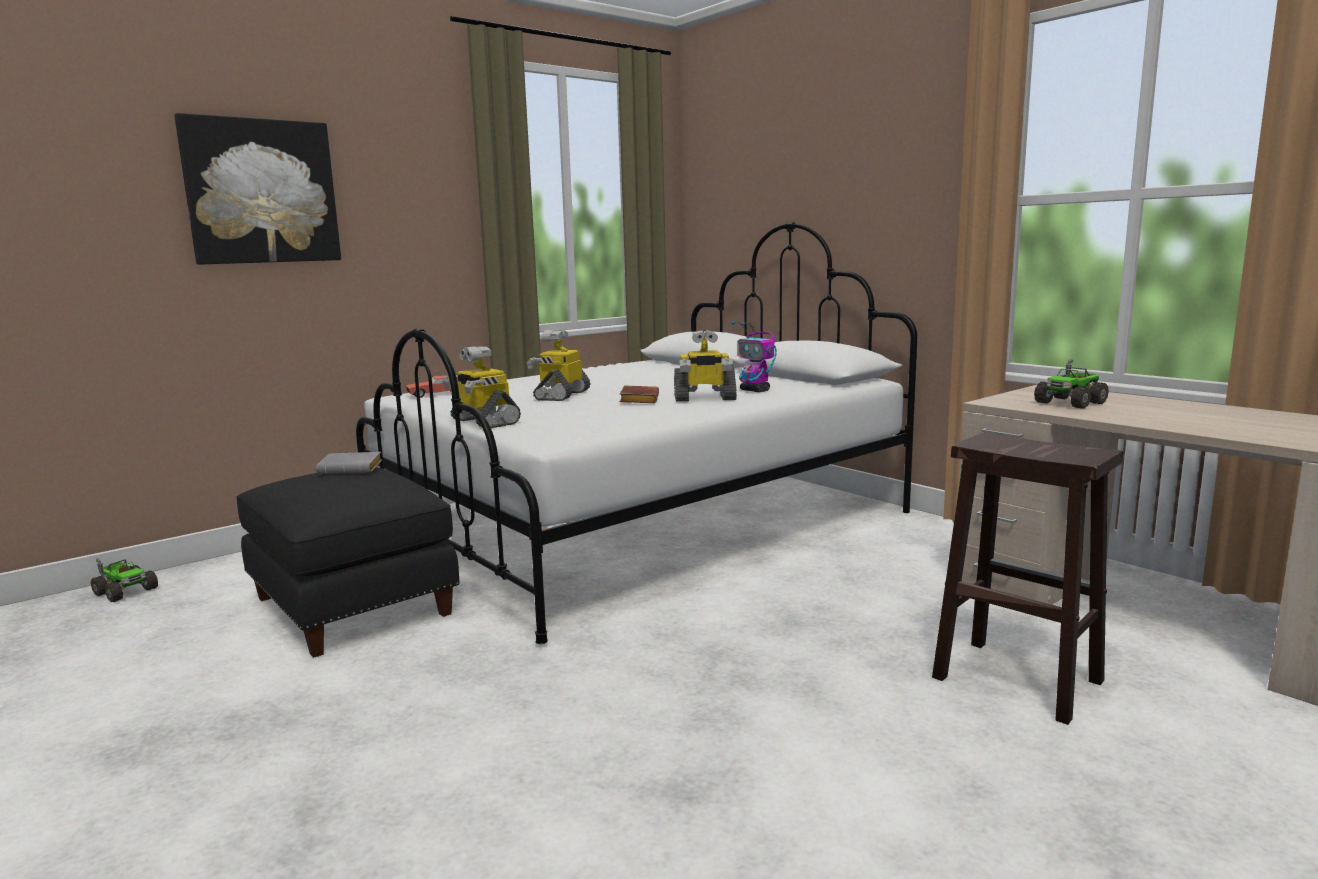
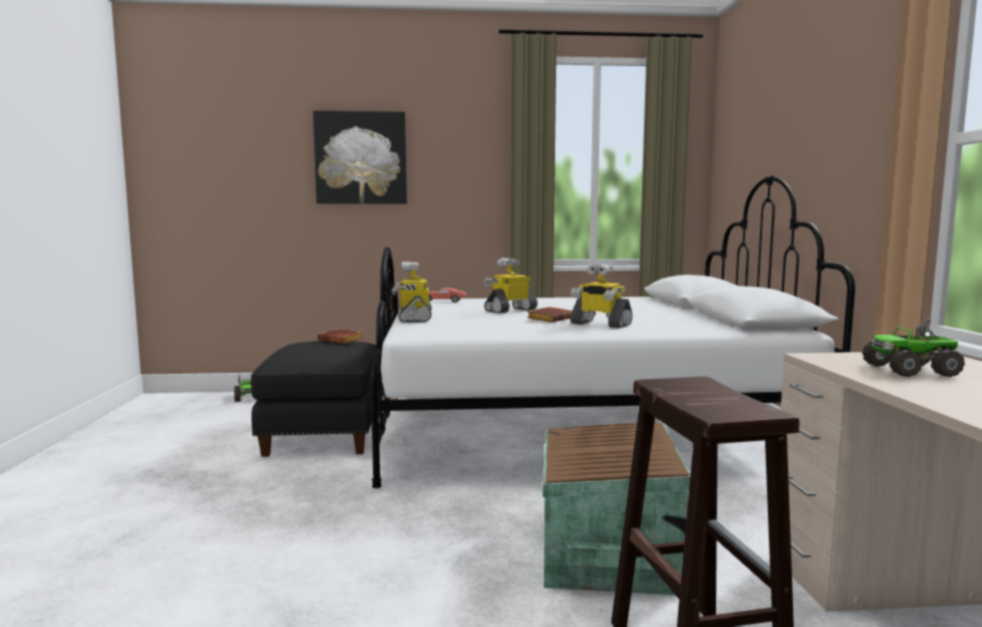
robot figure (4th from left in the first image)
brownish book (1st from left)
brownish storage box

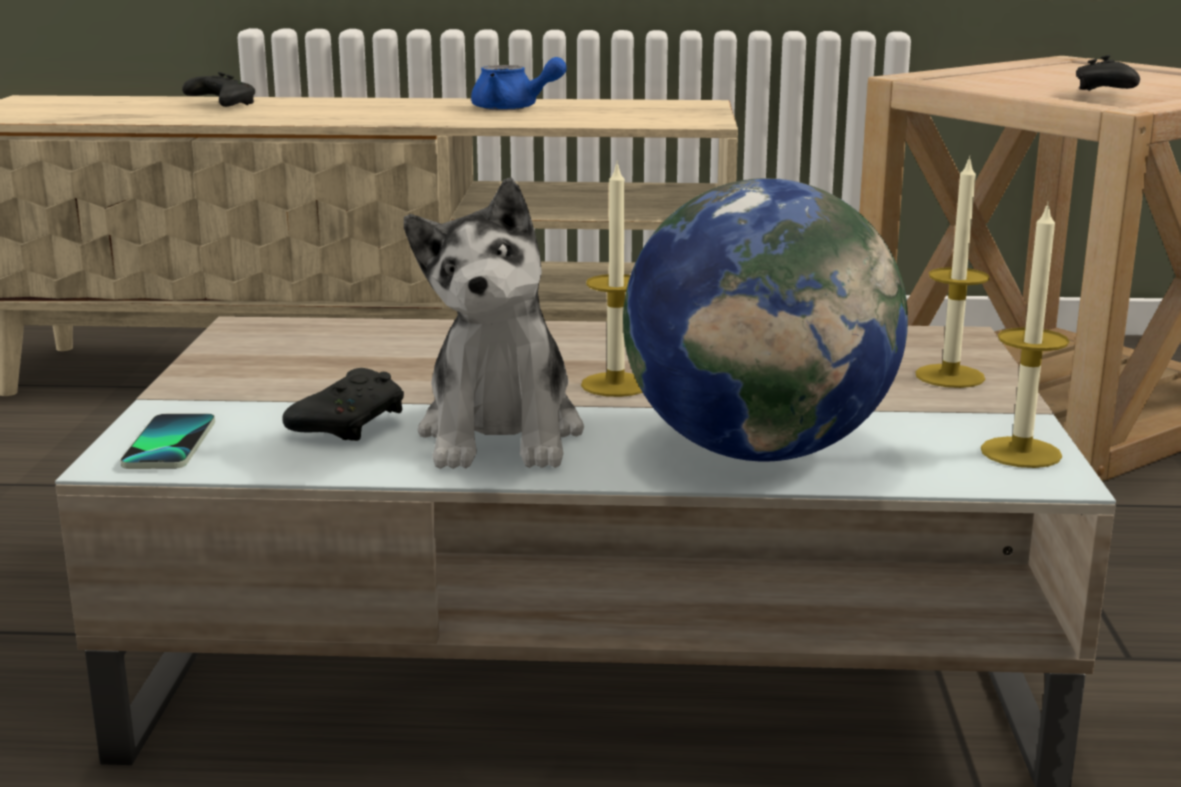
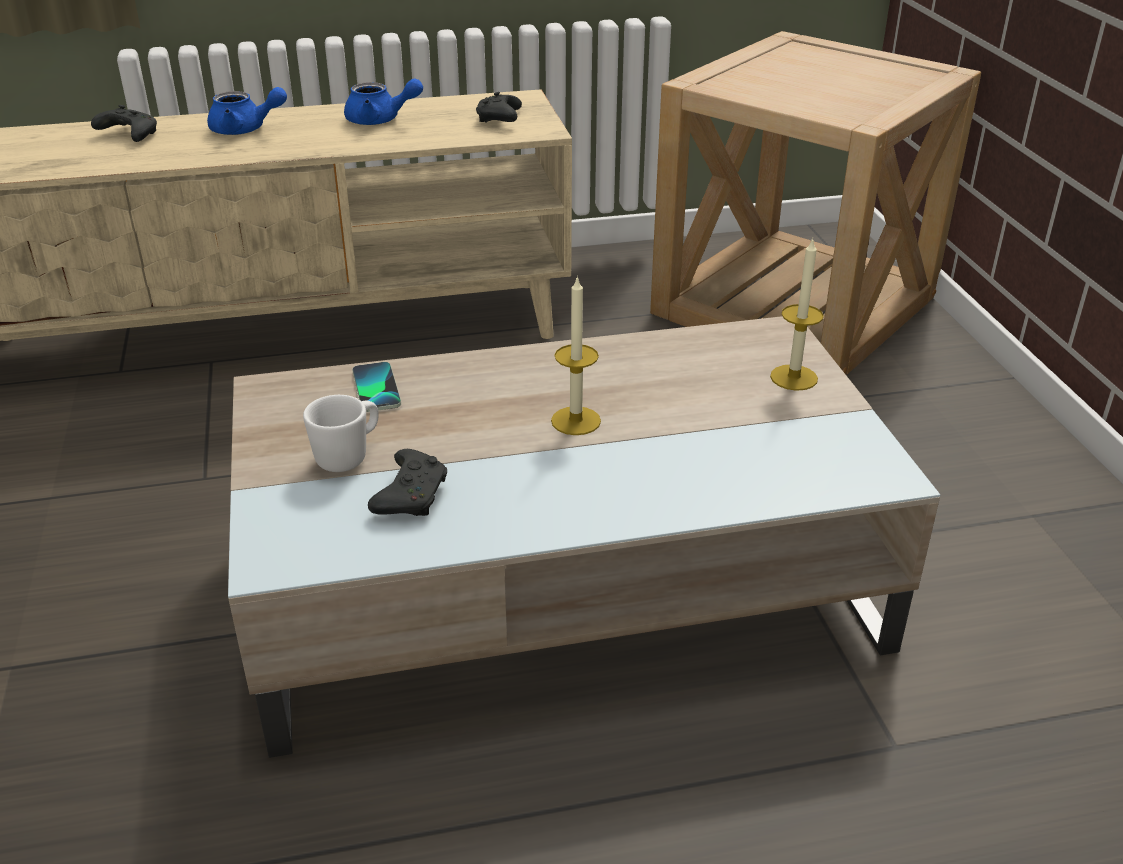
black game controller (3rd from left)
cuddly toy
desk globe
wax candle (3rd from left in the first image)
handset
bluish teapot (1st from left)
whitish tea mug

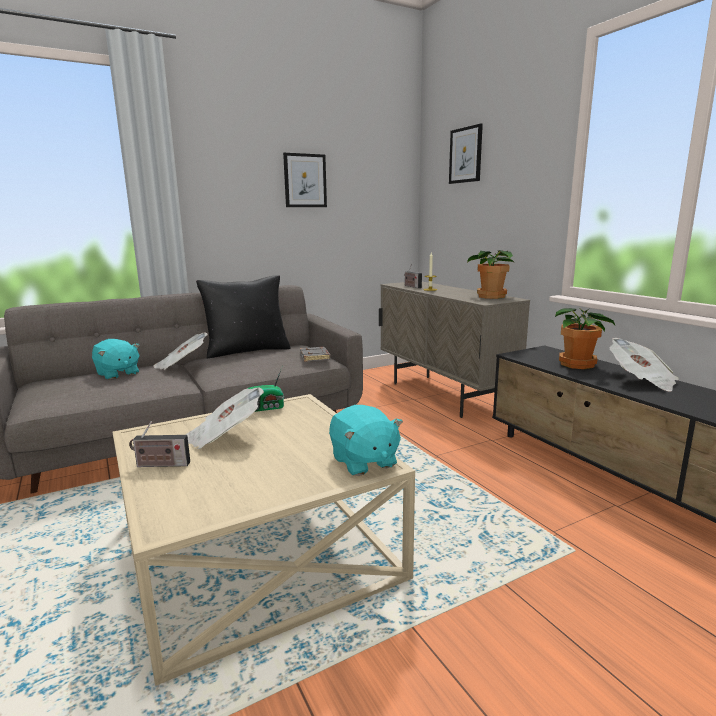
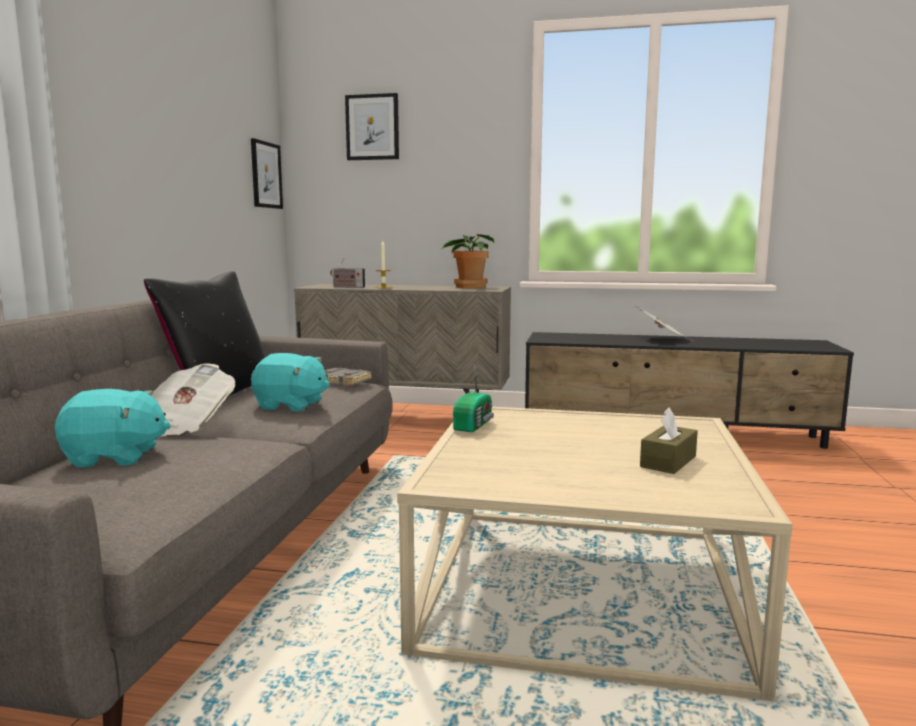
wall art (1st from left)
houseplant (2nd from left in the first image)
newspaper (2nd from left in the first image)
turquoise-coloured cuddly toy (2nd from left)
radio set (1st from left in the first image)
brownish tissue holder

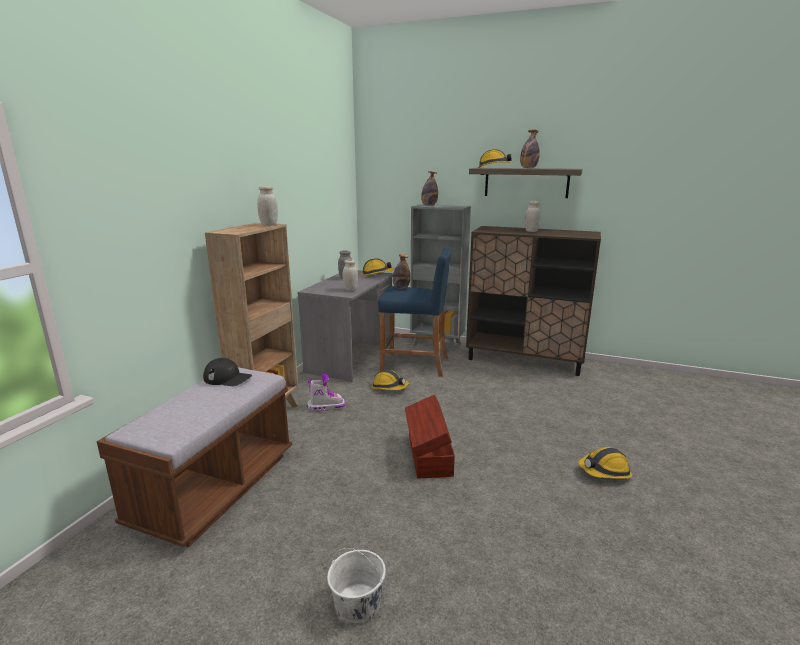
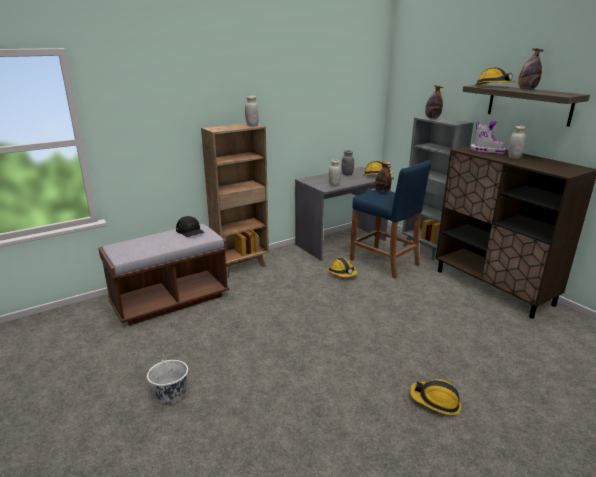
boot
brownish storage box

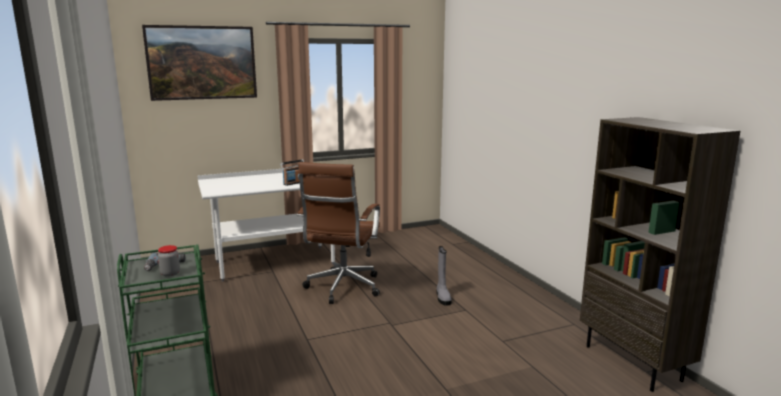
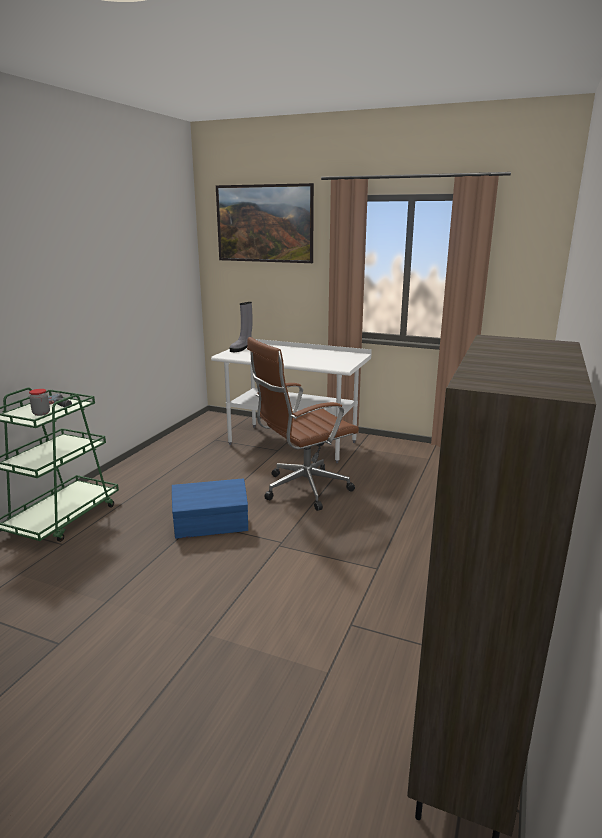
radio set
grey boot
bluish storage box

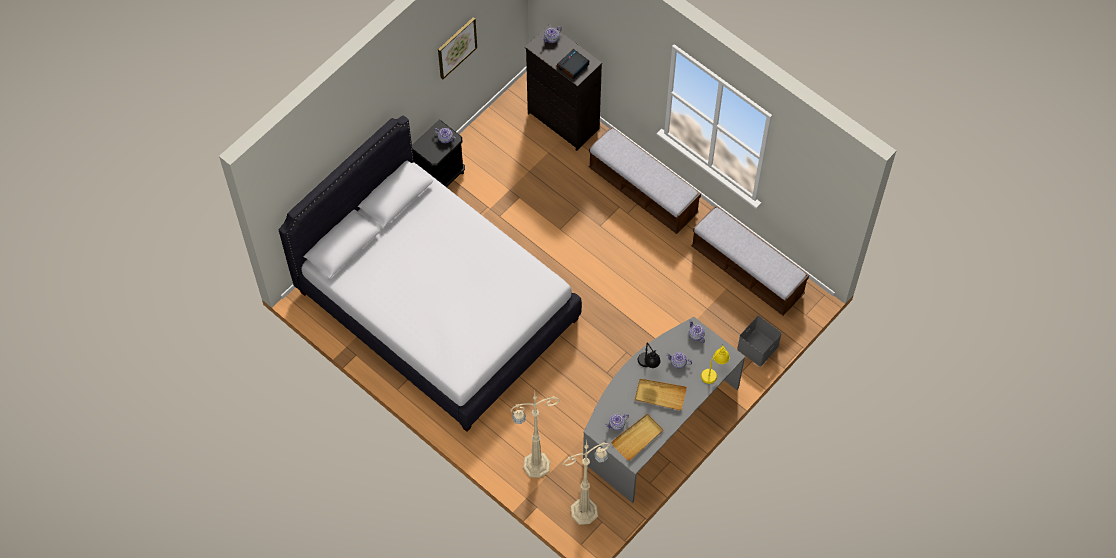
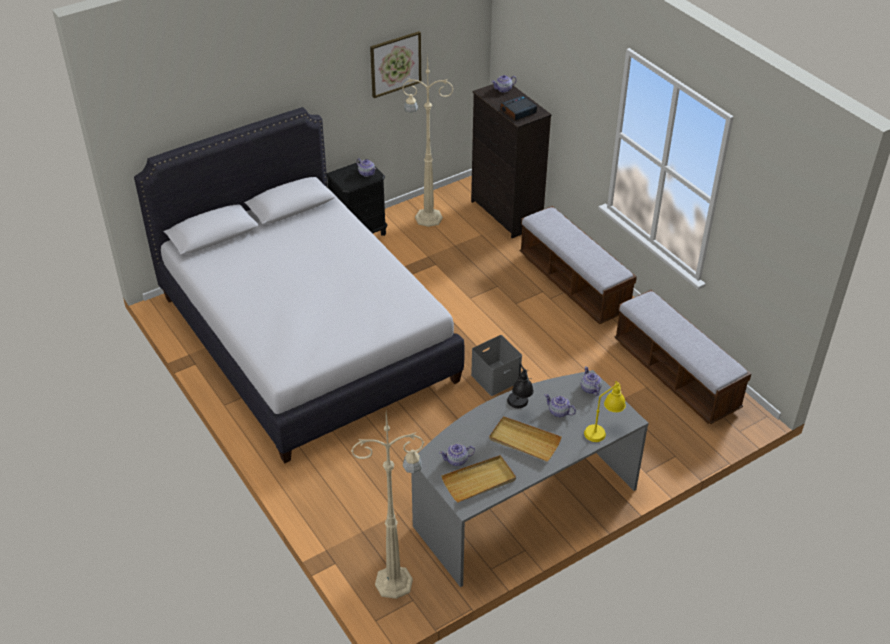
grey storage box
sand-coloured standing lamp (2nd from left)

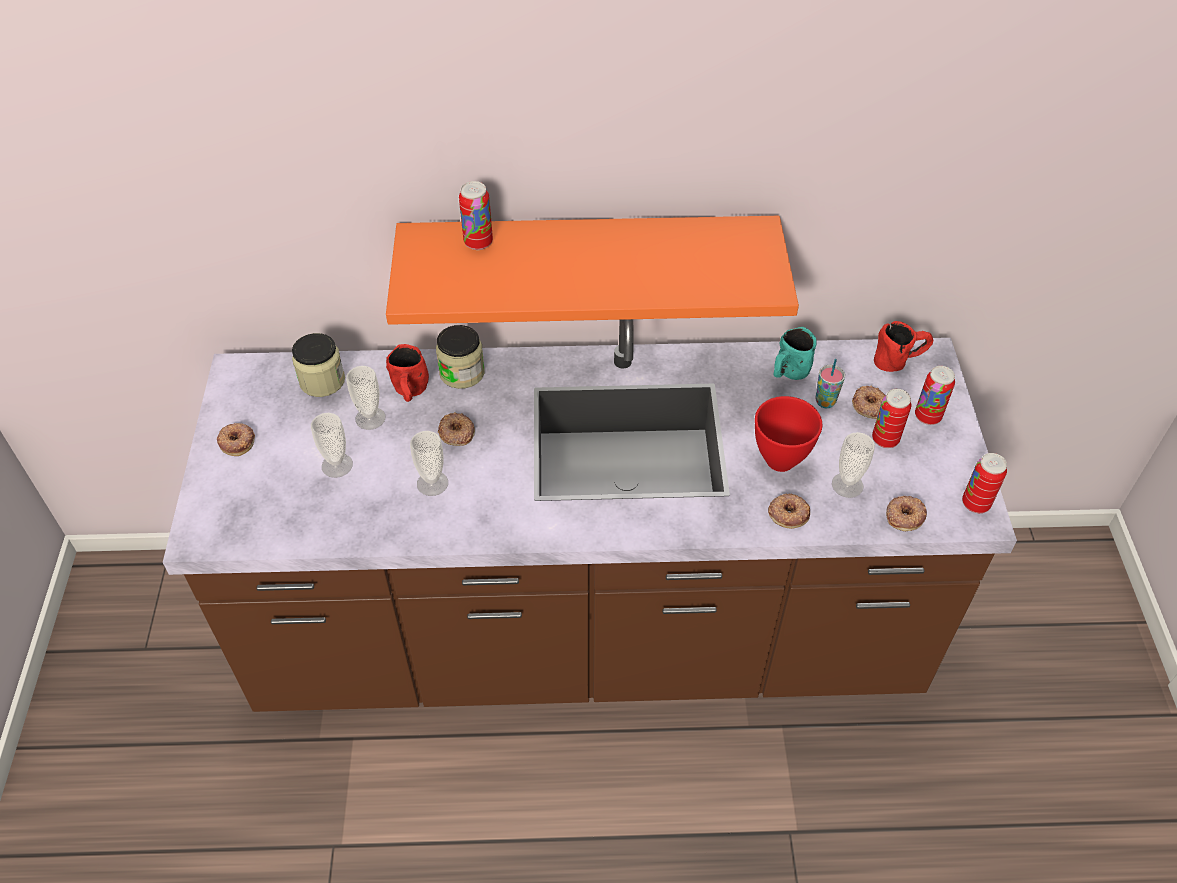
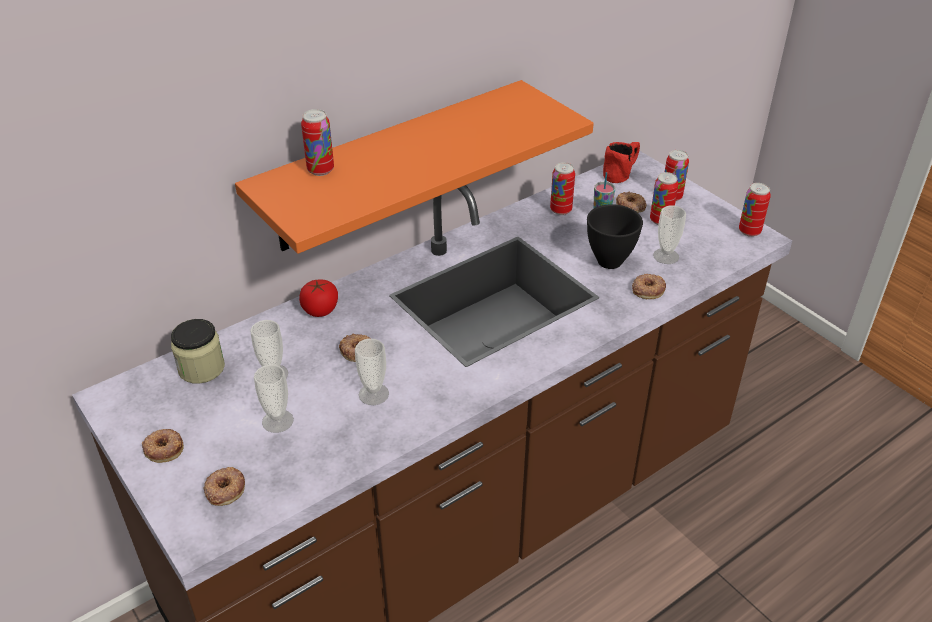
whole tomato
metal can (2nd from left)
reddish tea mug (1st from left in the first image)
black serving bowl
donut (2nd from left)

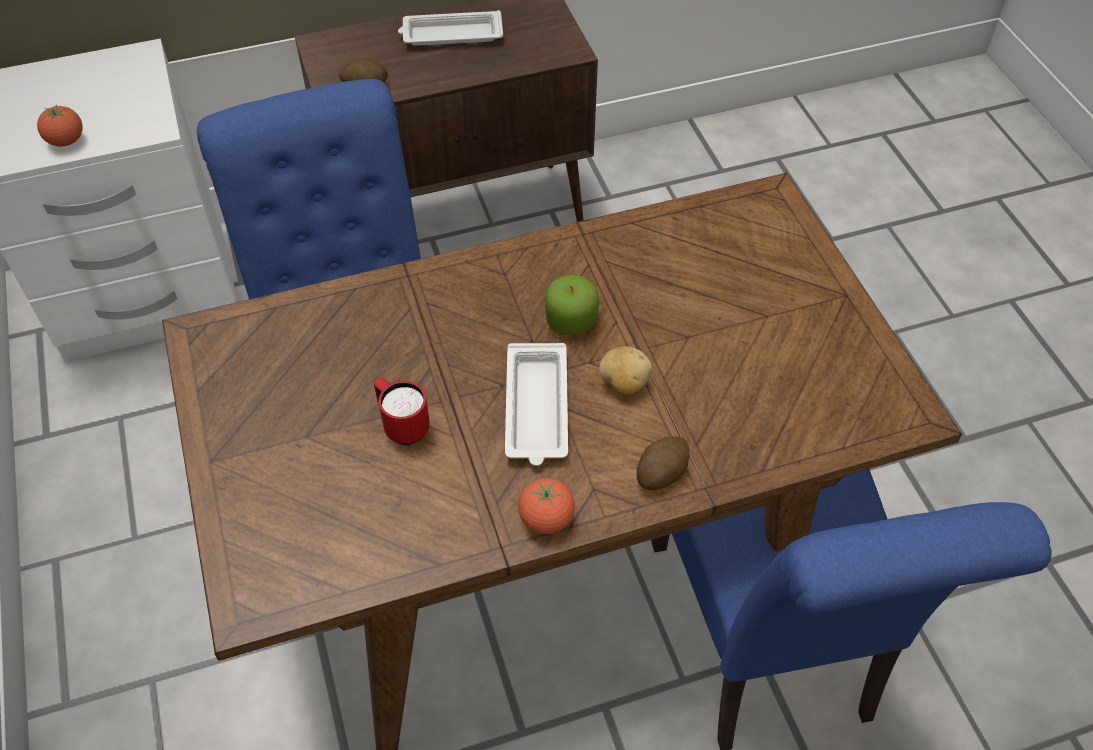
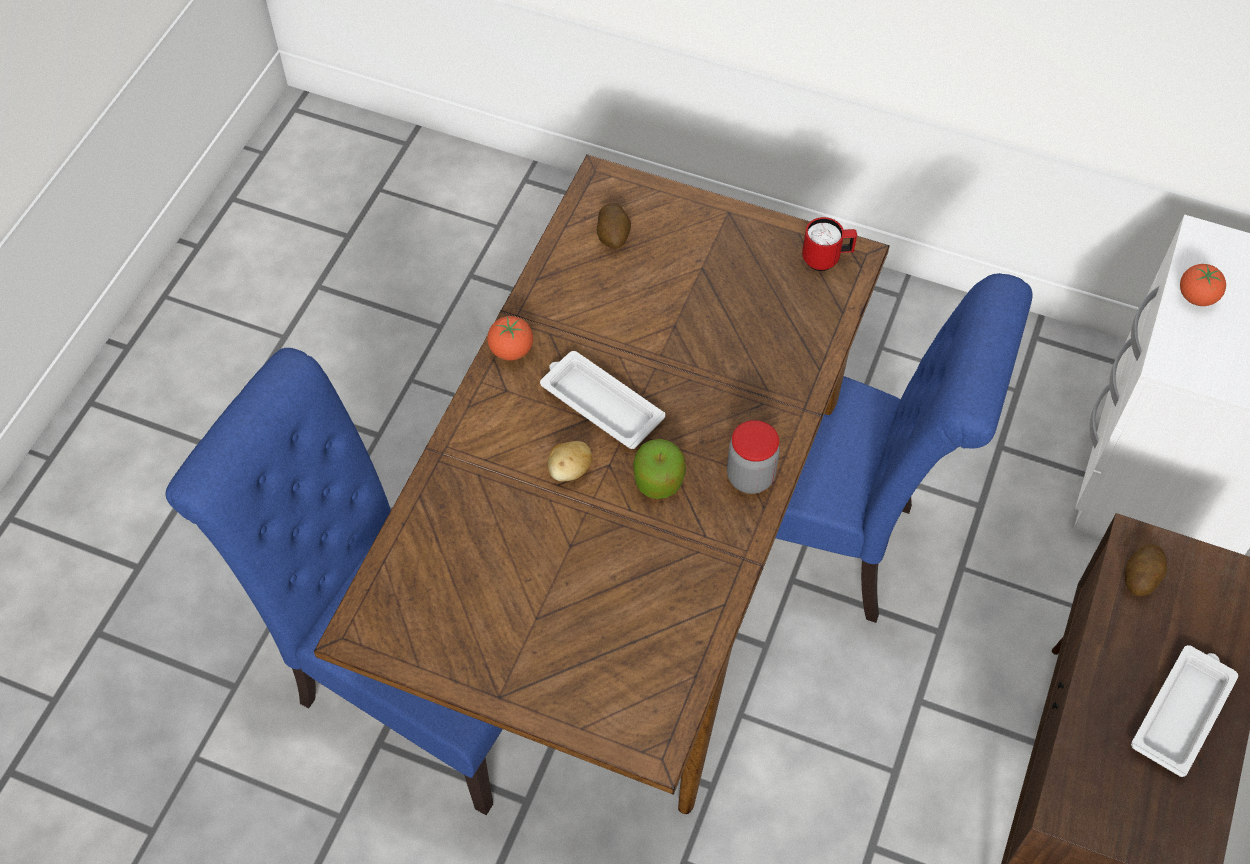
reddish tea mug
spud (2nd from left)
storage jar

